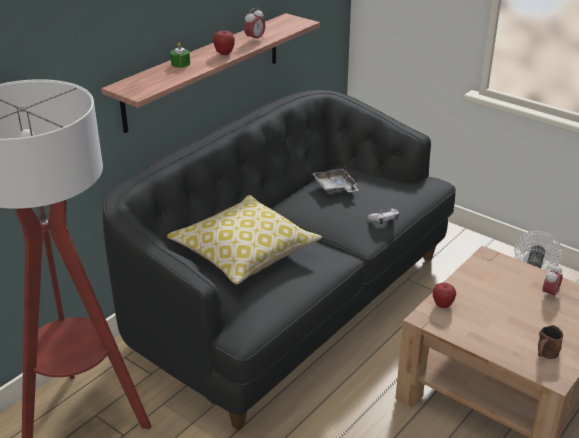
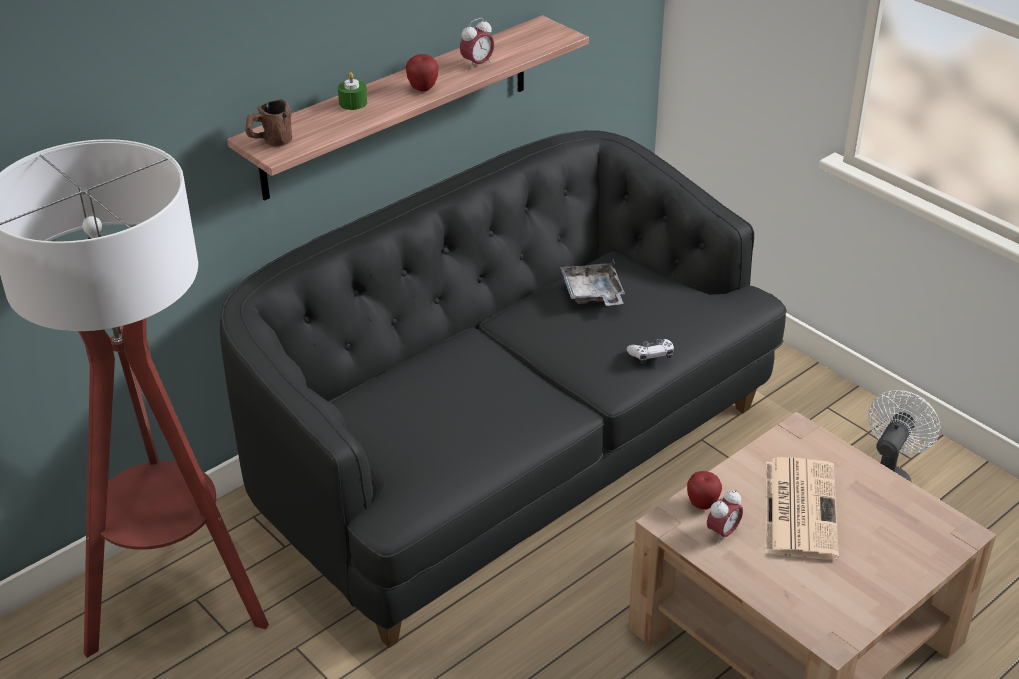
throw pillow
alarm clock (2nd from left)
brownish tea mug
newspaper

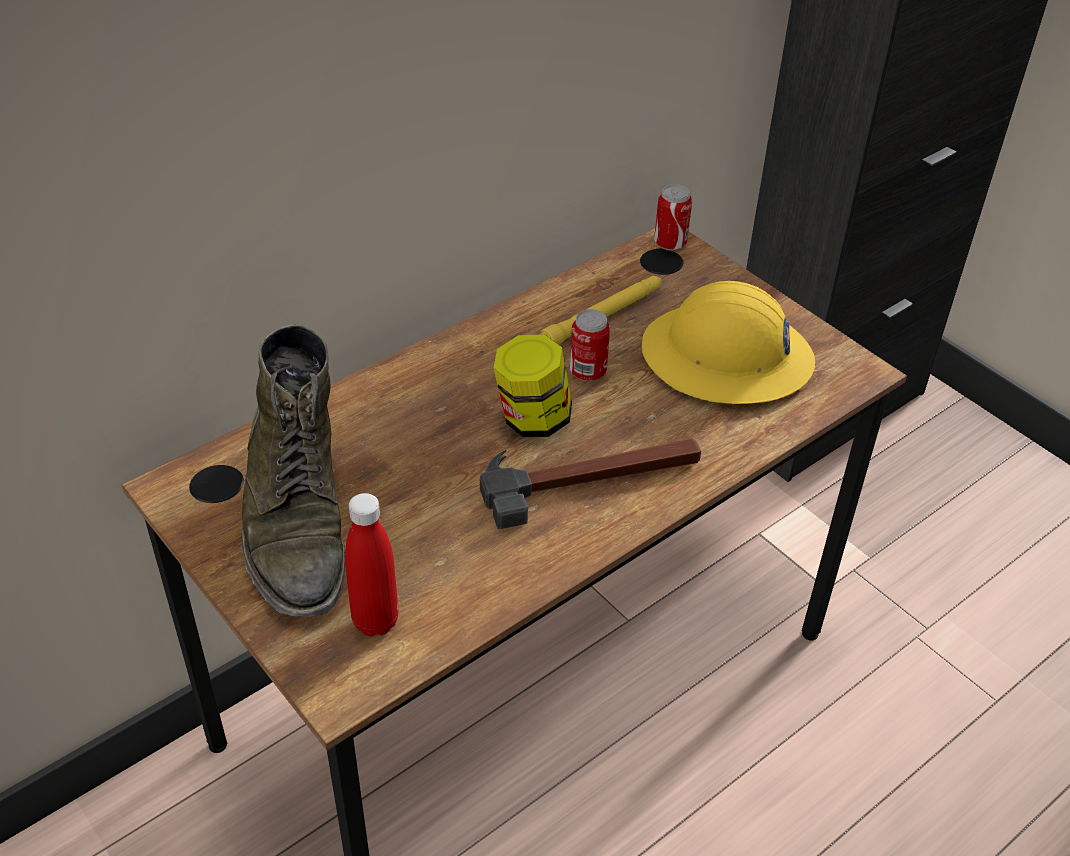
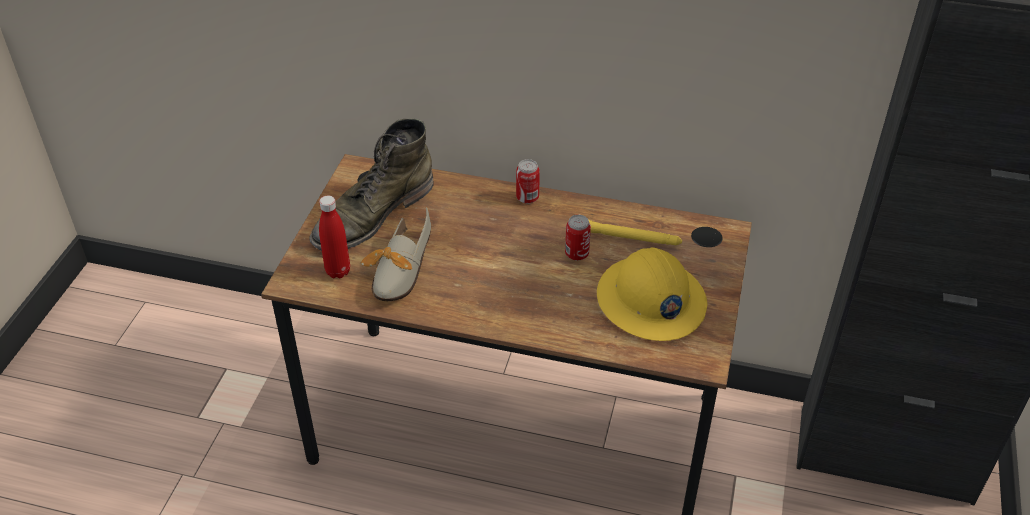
metal can (1st from left)
storage jar
tool hammer
low shoe

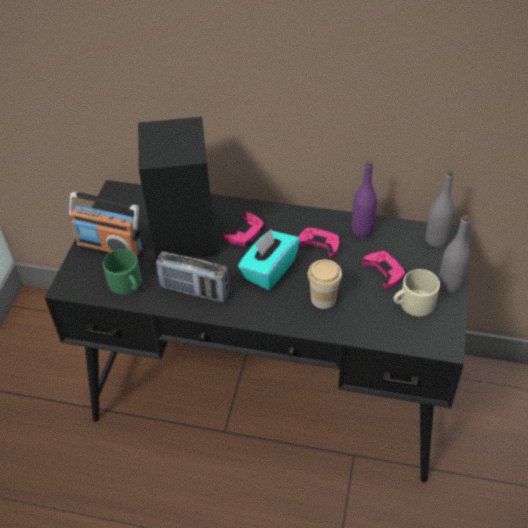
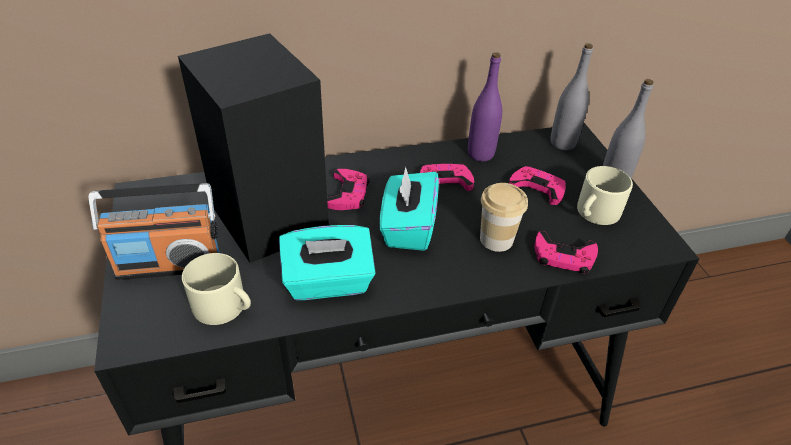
sand-coloured tea mug (1st from left)
turquoise-coloured tissue holder (1st from left)
pink-coloured game controller (4th from left)

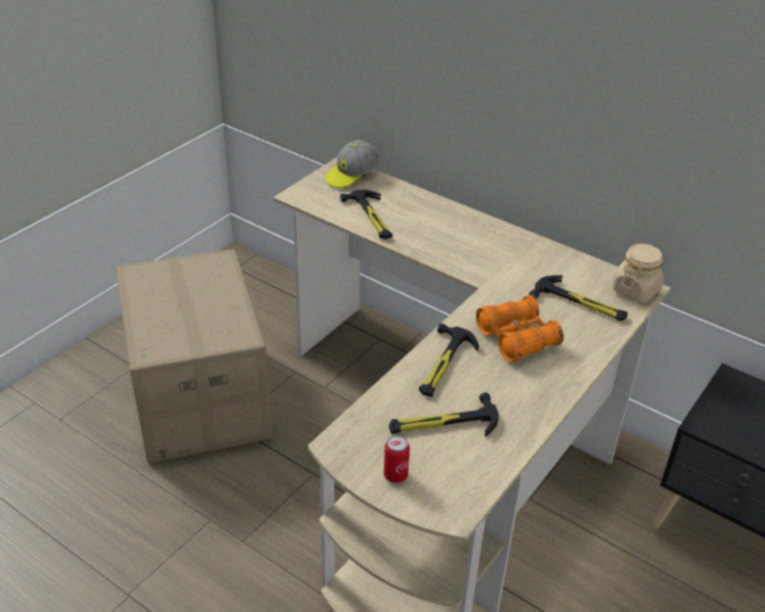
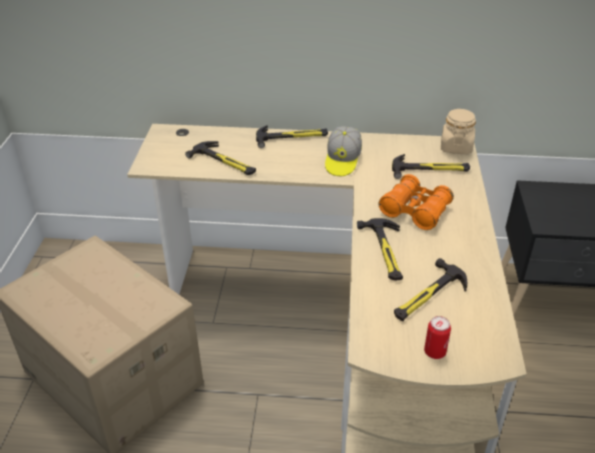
cap
tool hammer (2nd from left)

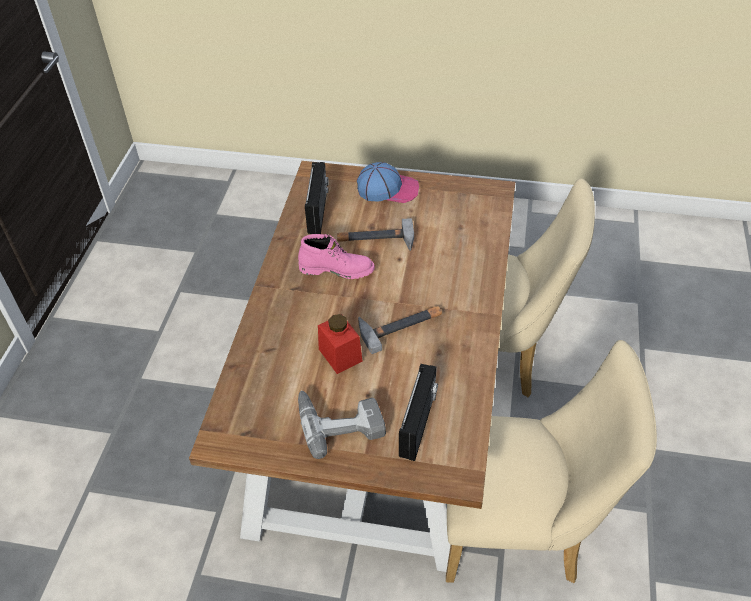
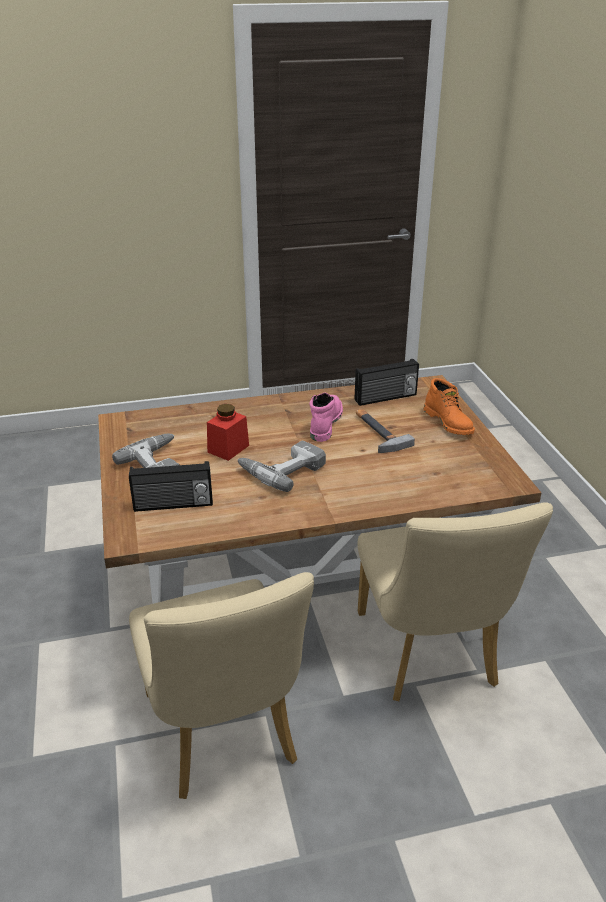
orangey boot
pink-coloured boot
drill (2nd from left)

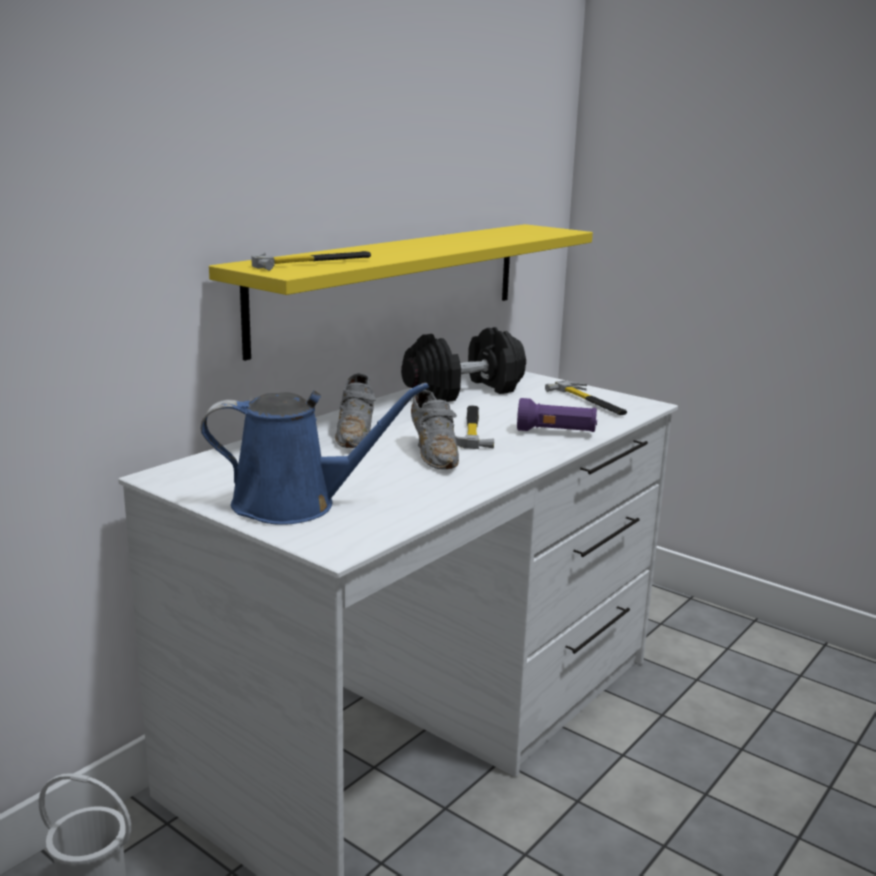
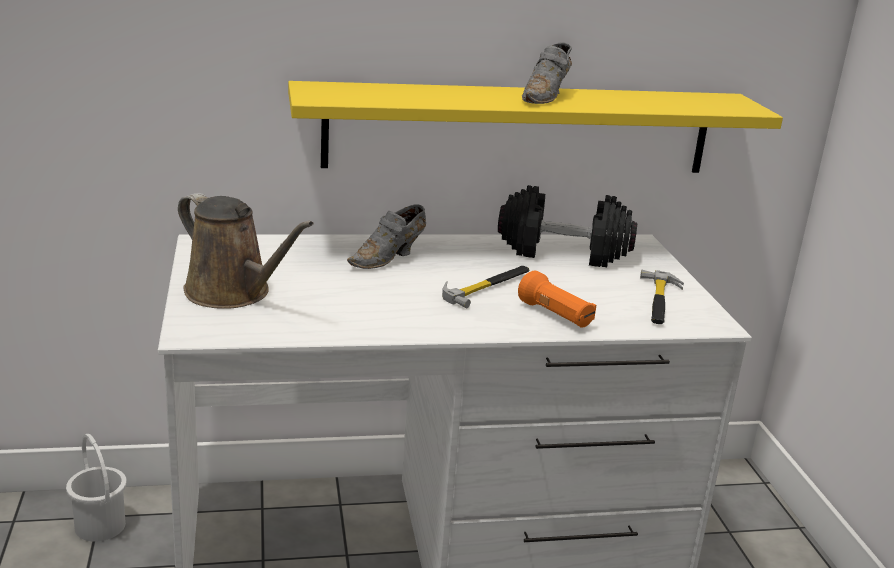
tool hammer (1st from left in the first image)
brownish watering pot
grey low shoe (2nd from left)
orangey torch

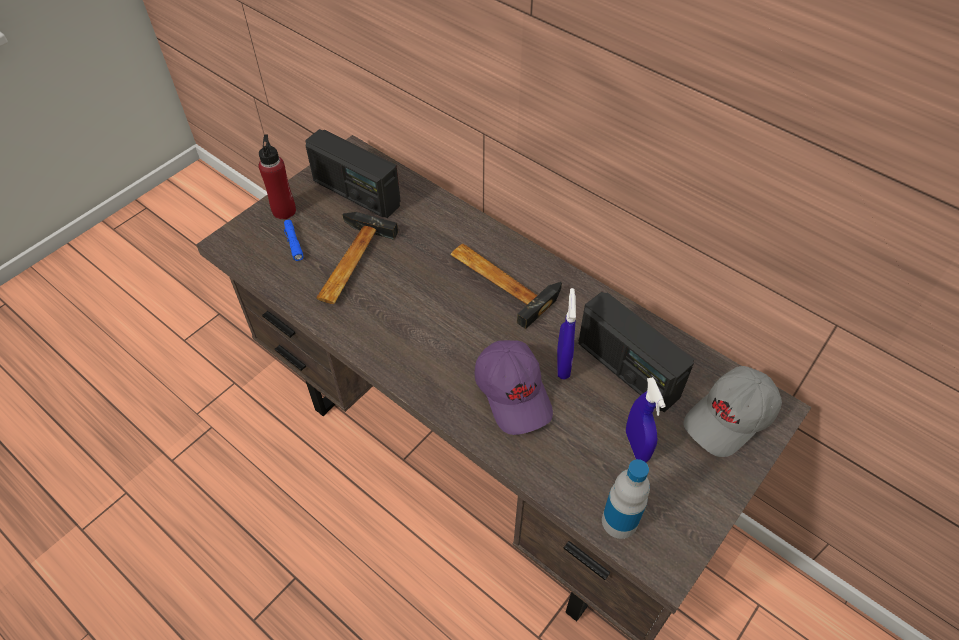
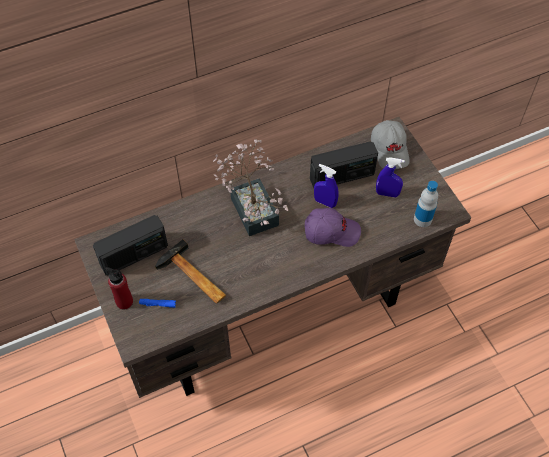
houseplant

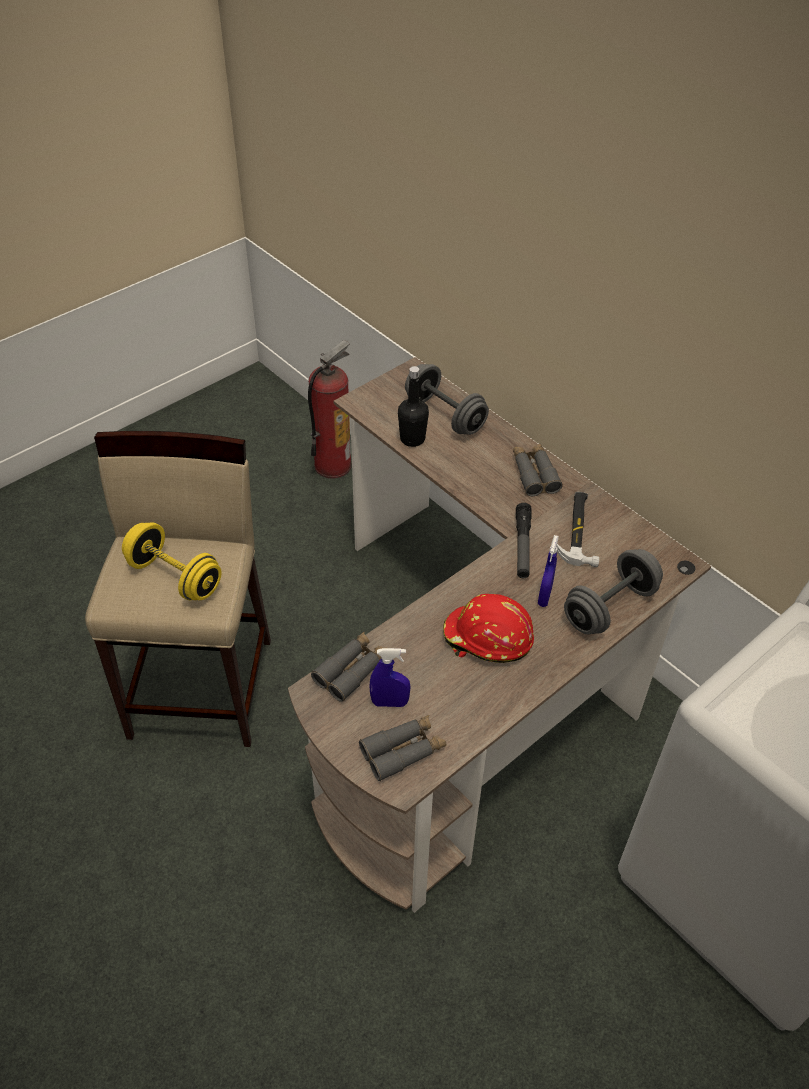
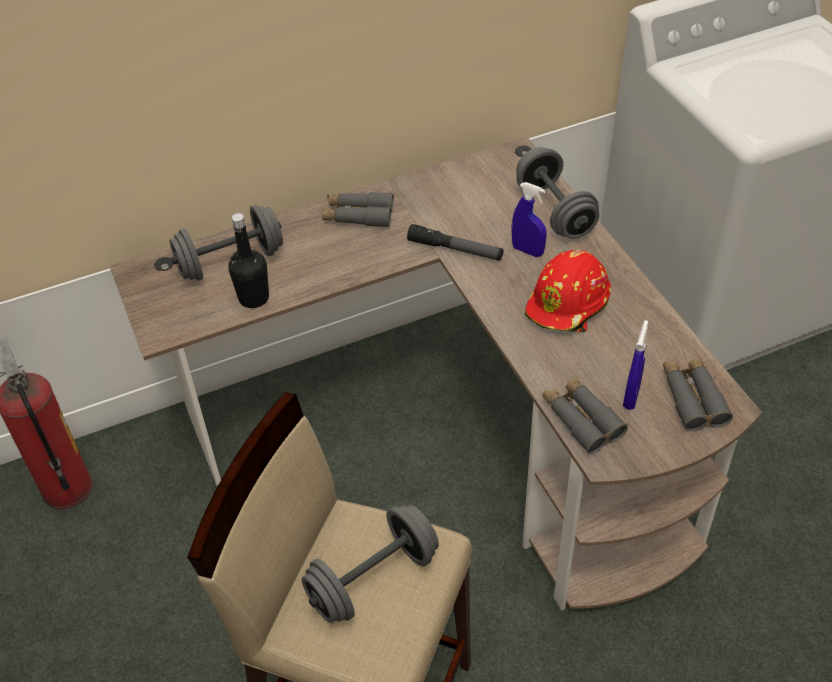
tool hammer
grey free weight (2nd from left)

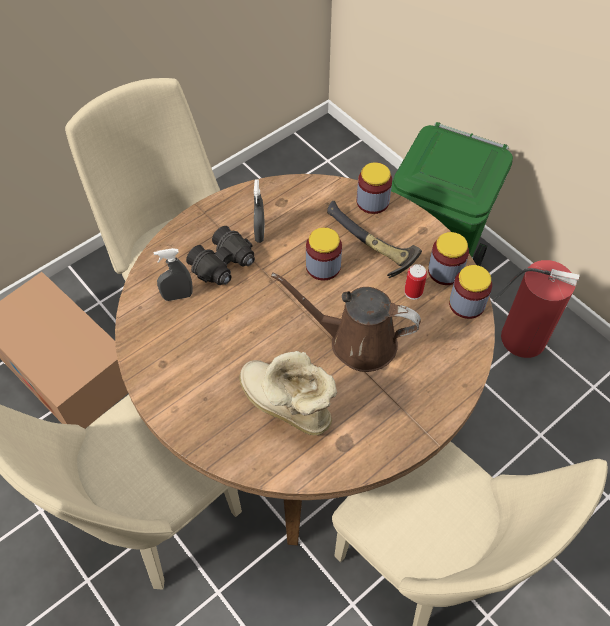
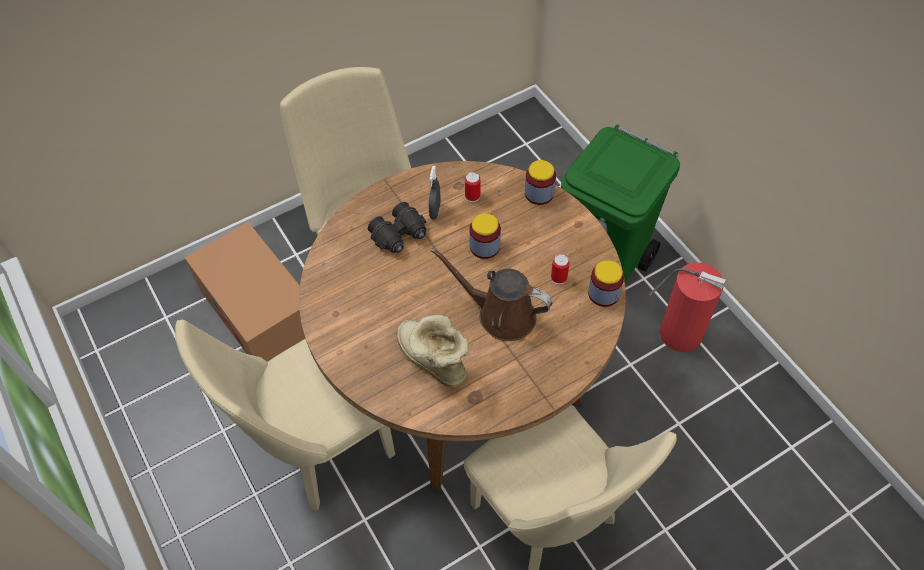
tool hammer
storage jar (3rd from left in the first image)
grey sprayer (1st from left in the first image)
metal can (1st from left)

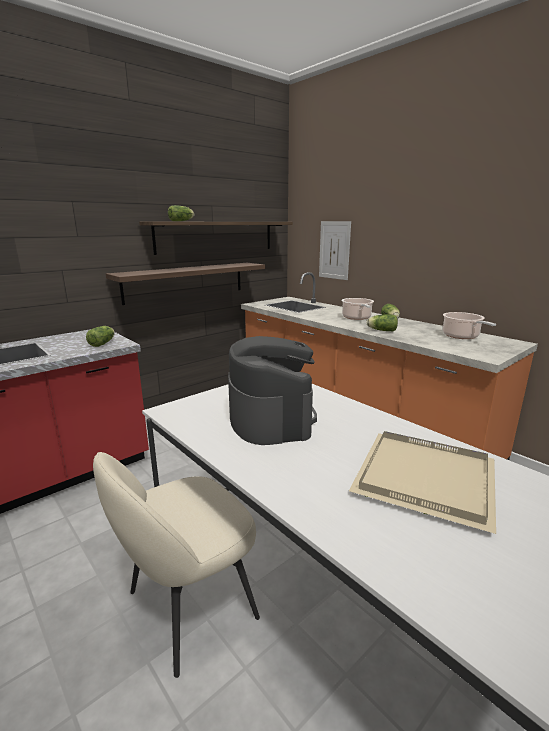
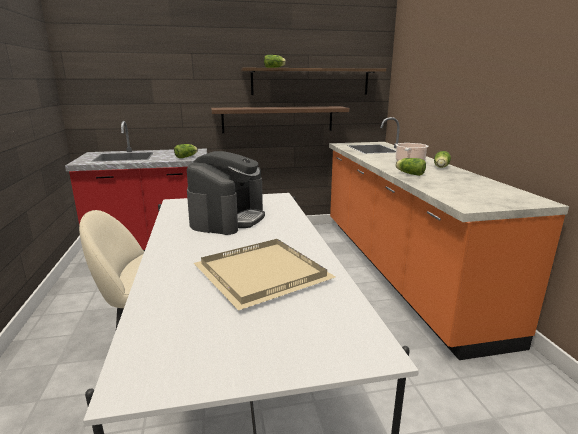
wall art
saucepot (2nd from left in the first image)

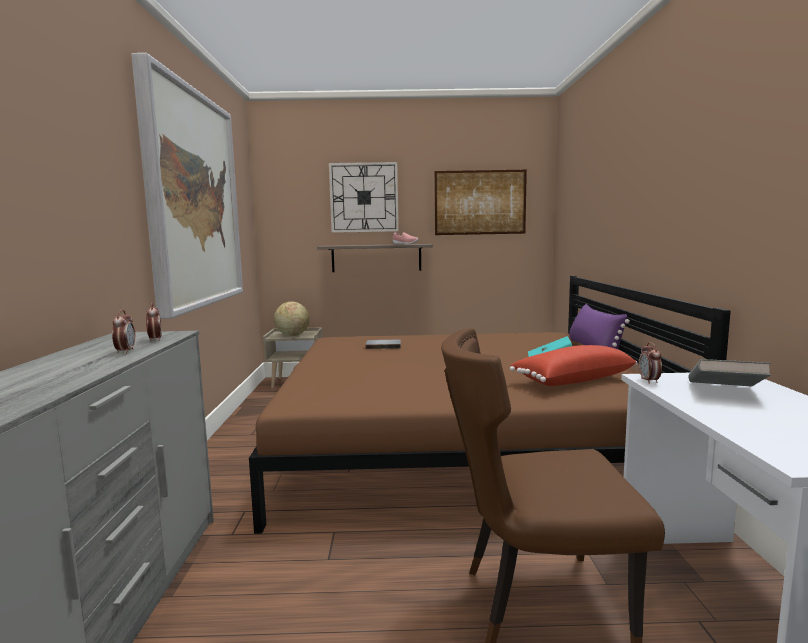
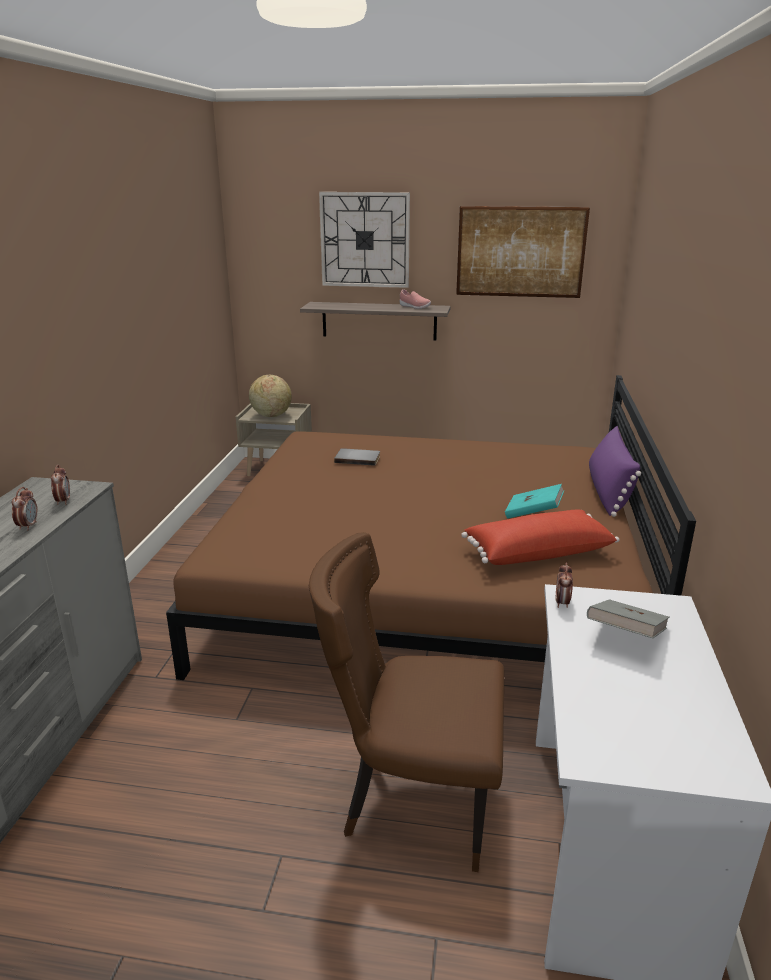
wall art (1st from left in the first image)

